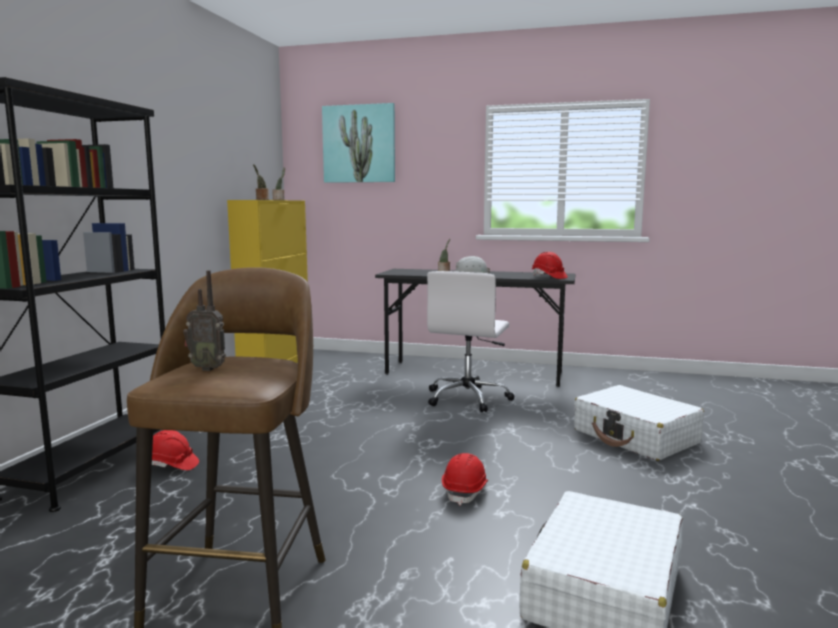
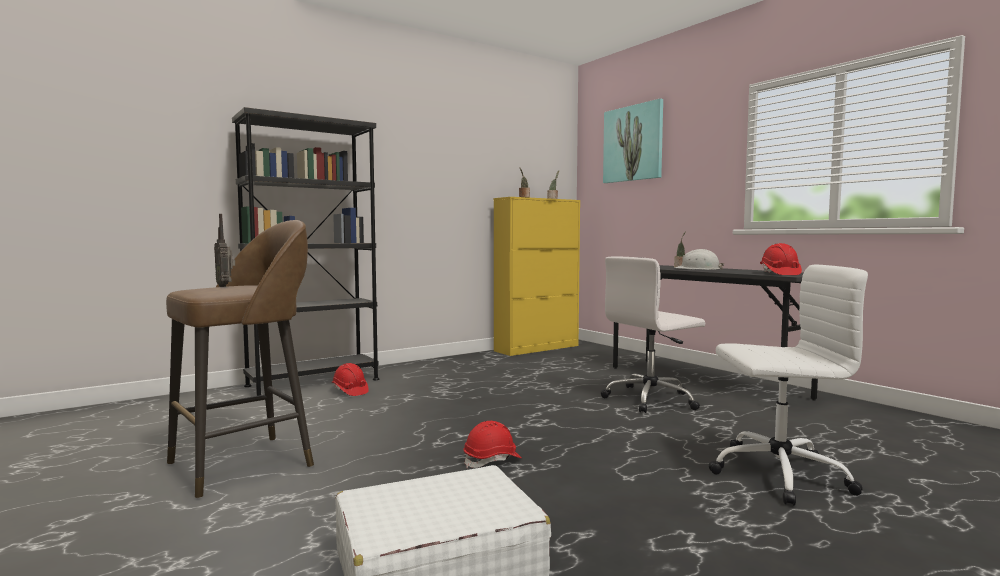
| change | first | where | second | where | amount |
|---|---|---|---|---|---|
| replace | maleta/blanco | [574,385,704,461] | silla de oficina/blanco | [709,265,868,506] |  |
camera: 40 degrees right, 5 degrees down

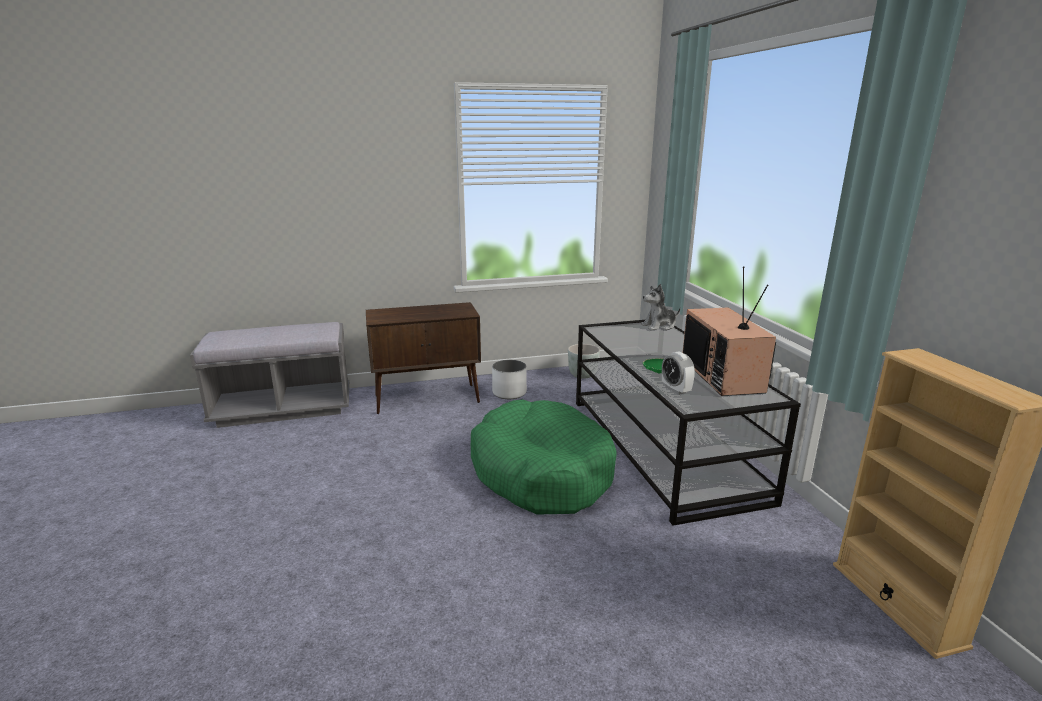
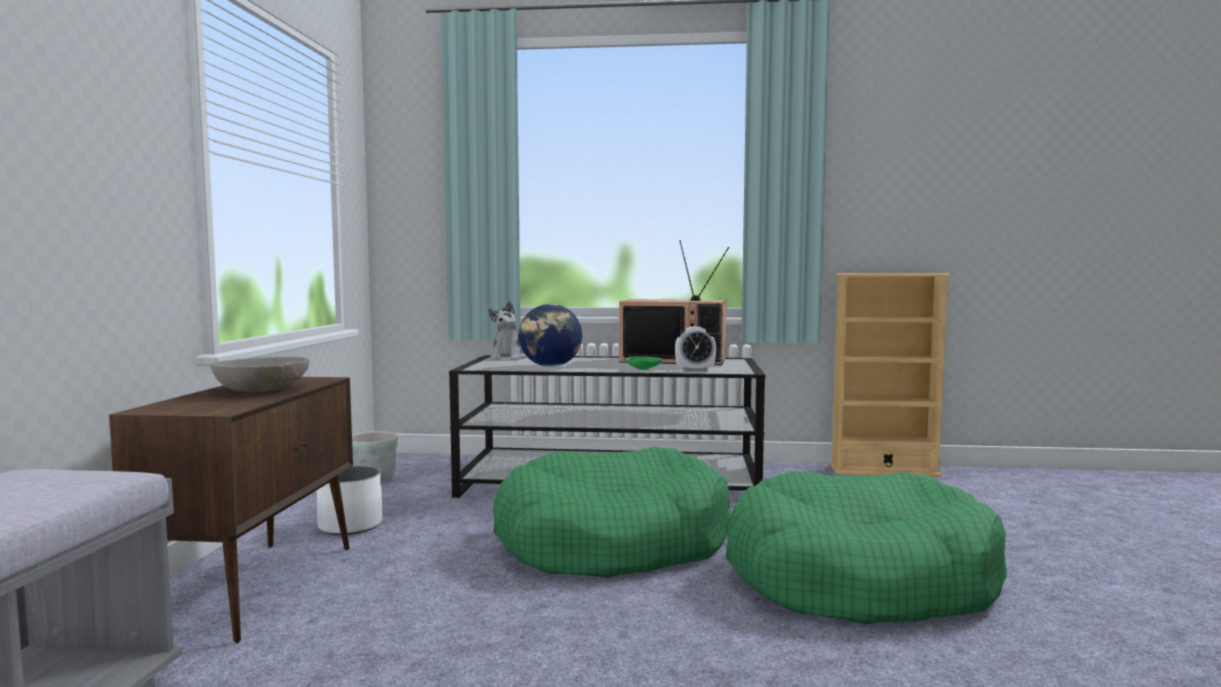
| change | first | where | second | where | amount |
|---|---|---|---|---|---|
| insert |  |  | globo terráqueo | [519,304,582,367] |  |
| insert |  |  | cuenco/gris | [211,357,310,392] |  |
| insert |  |  | cama para perro/verde | [725,471,1007,624] |  |
camera: 70 degrees left, 15 degrees down

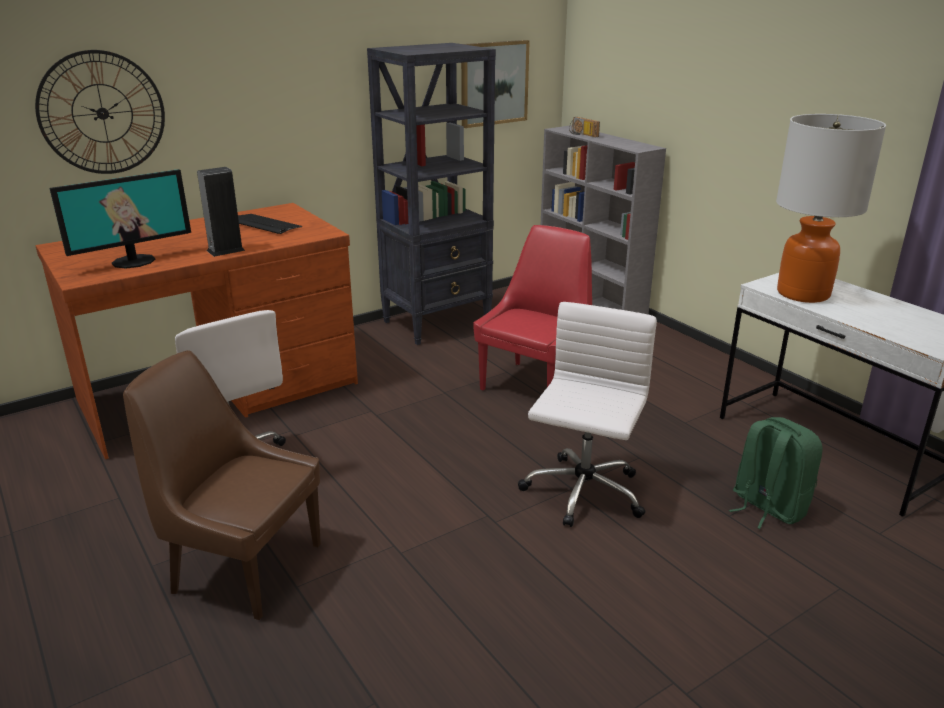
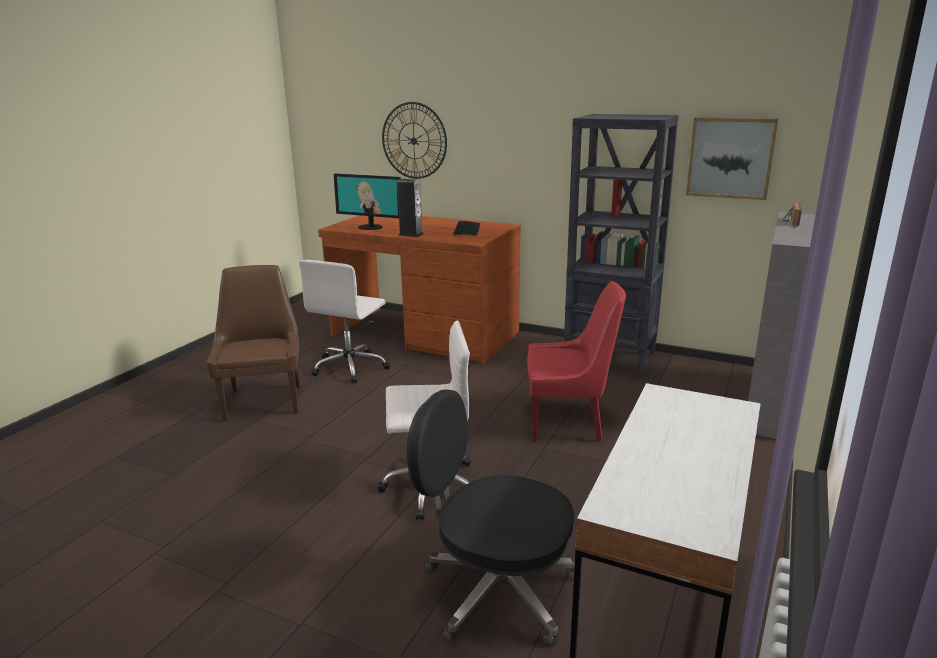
| change | first | where | second | where | amount |
|---|---|---|---|---|---|
| delete | lámpara de mesa | [776,114,886,303] |  |  |  |
| replace | mochila/verde | [729,417,823,529] | silla de oficina/negro | [407,390,575,646] |  |
camera: 60 degrees right, 5 degrees down

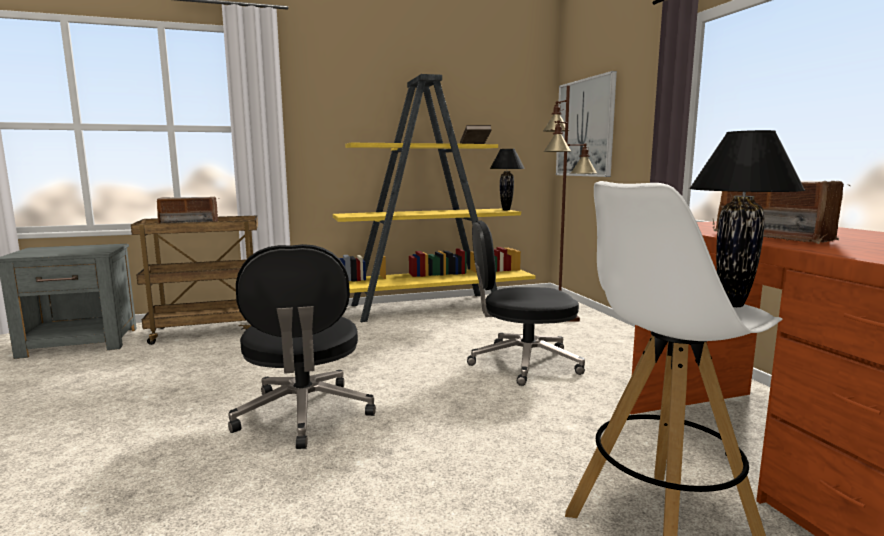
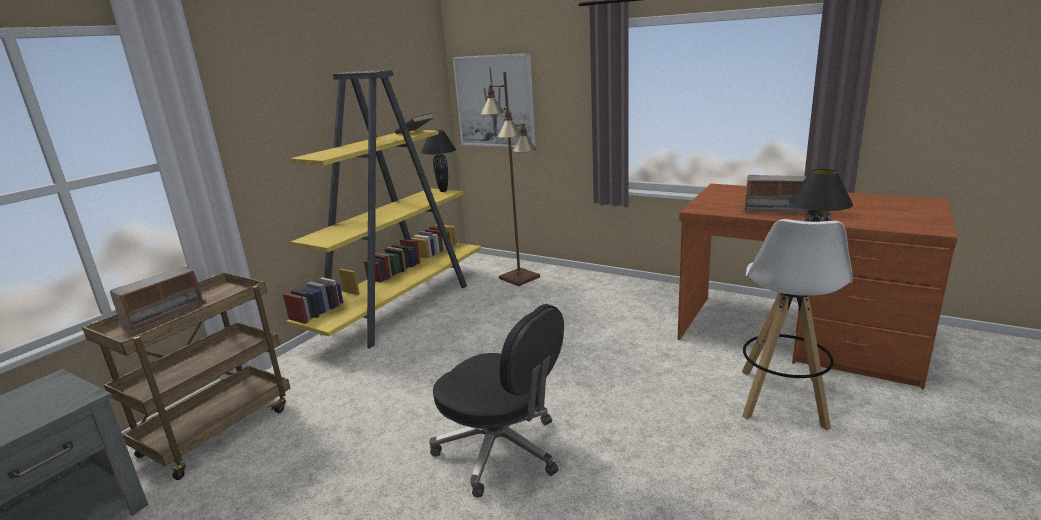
| change | first | where | second | where | amount |
|---|---|---|---|---|---|
| delete | silla de oficina/negro | [467,220,585,386] |  |  |  |
camera: 40 degrees left, 10 degrees up

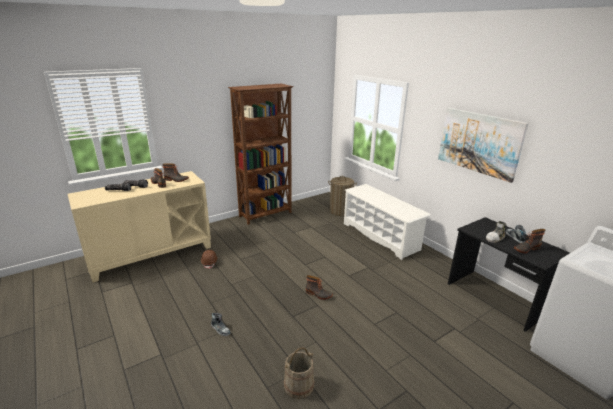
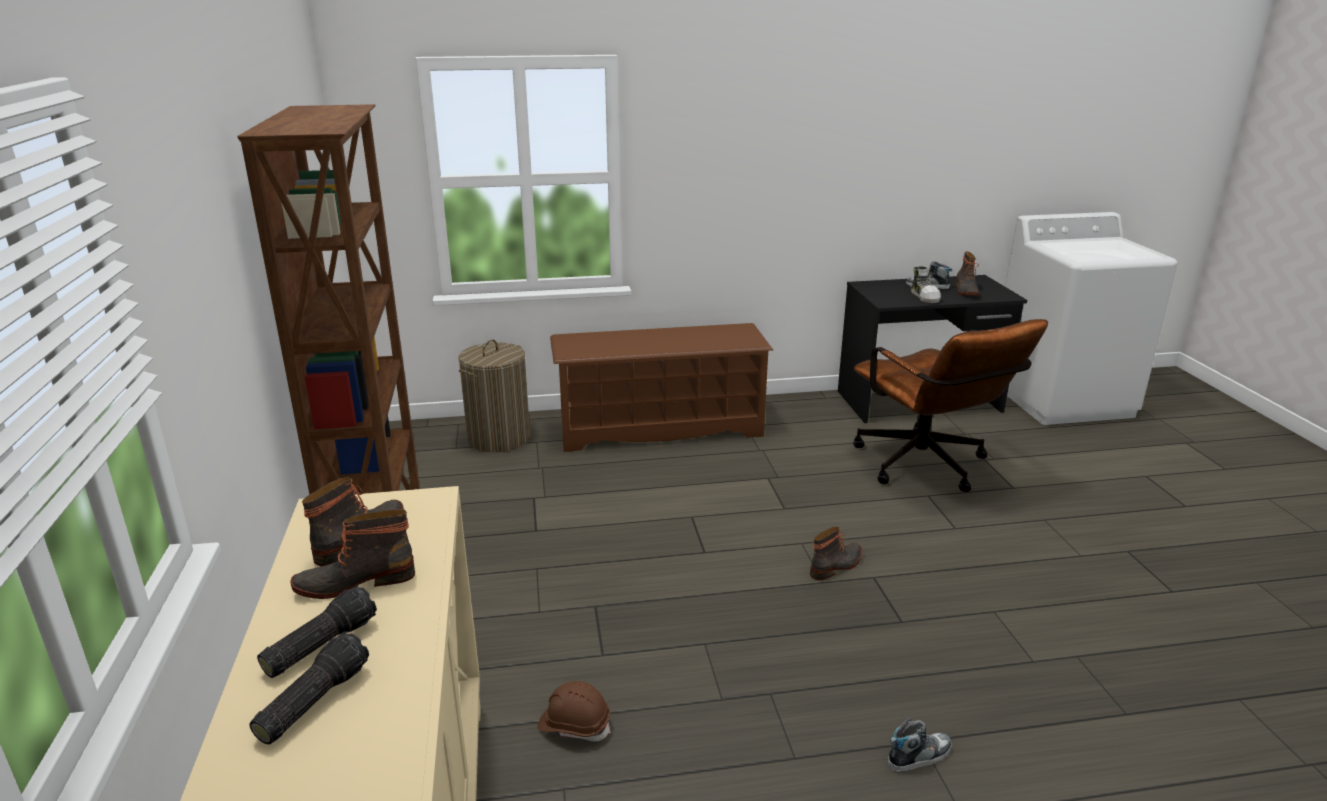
| change | first | where | second | where | amount |
|---|---|---|---|---|---|
| delete | cuadro | [438,108,529,183] |  |  |  |
| recolor | zapatero/blanco | [344,184,431,260] | zapatero/marrón | [550,323,773,452] |  |
| delete | cubo/beis | [284,348,314,399] |  |  |  |
| insert |  |  | silla de oficina/marrón | [853,319,1048,492] |  |
camera: 65 degrees left, 0 degrees up

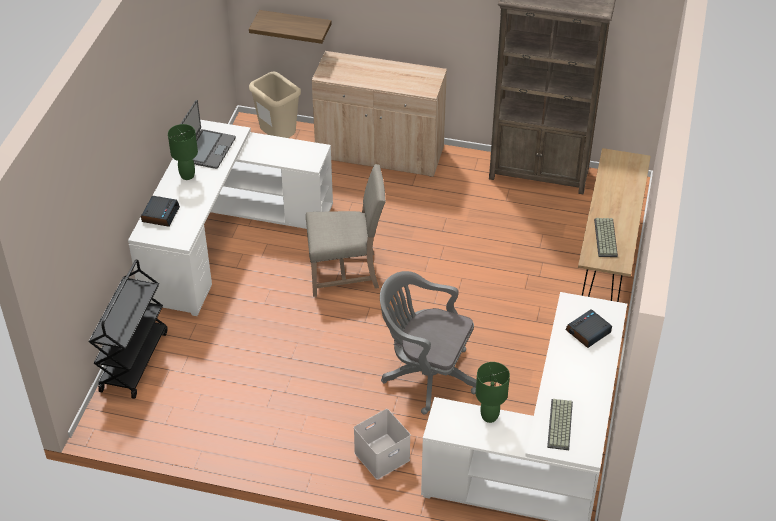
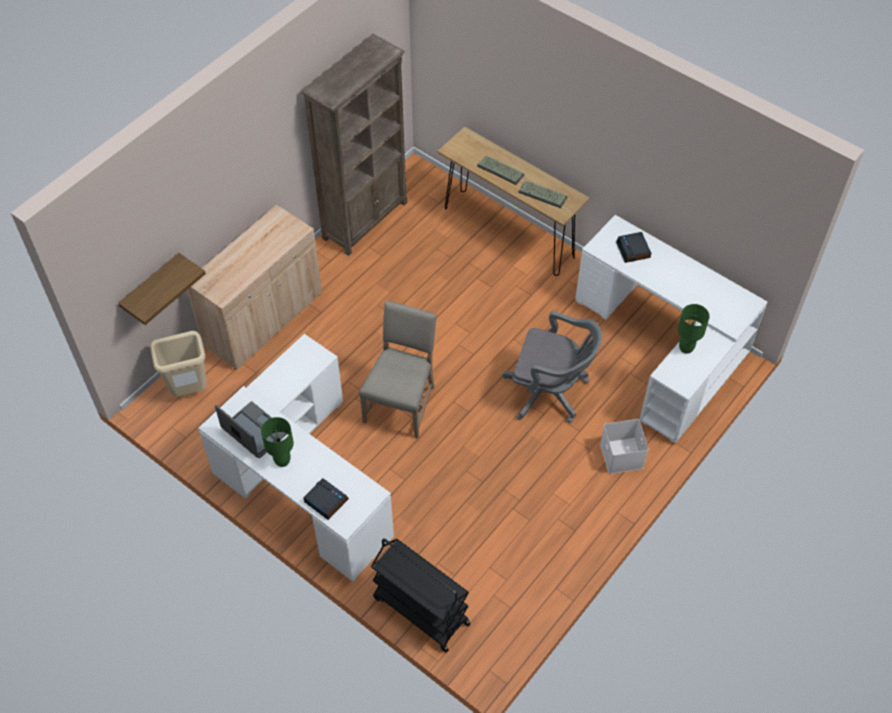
| change | first | where | second | where | amount |
|---|---|---|---|---|---|
| rotate | silla de oficina/gris | [380,271,477,414] |  | [502,311,602,423] | 120 degrees counterclockwise |
| move | teclado | [547,399,573,450] |  | [477,155,525,185] |  |
camera: 65 degrees left, 10 degrees up

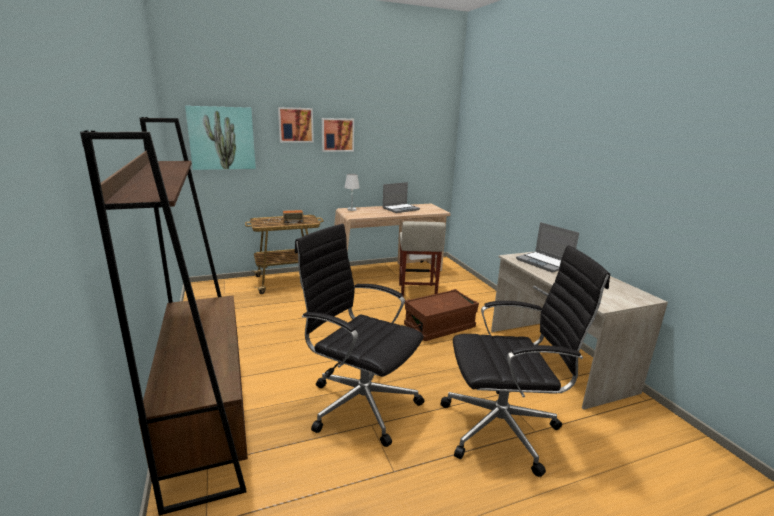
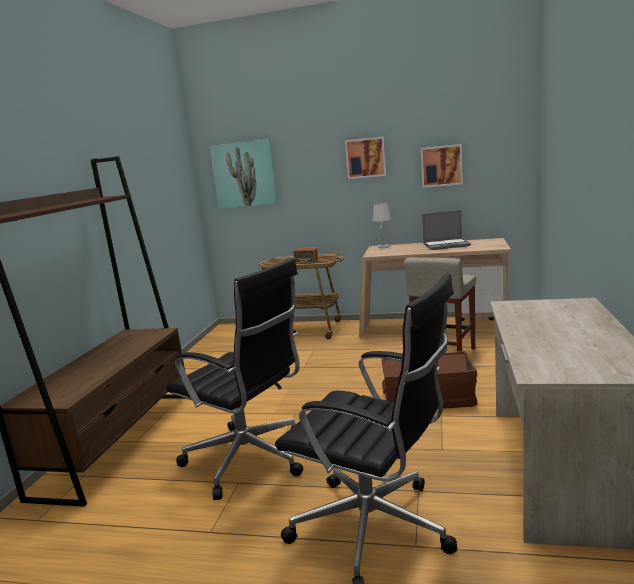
| change | first | where | second | where | amount |
|---|---|---|---|---|---|
| move | cuadro | [278,107,314,142] |  | [421,144,463,188] |  |
| delete | portátil | [516,222,579,273] |  |  |  |
| rotate | silla de oficina/negro | [295,224,425,447] |  | [166,258,303,500] | 150 degrees clockwise |
camera: 35 degrees right, 5 degrees down

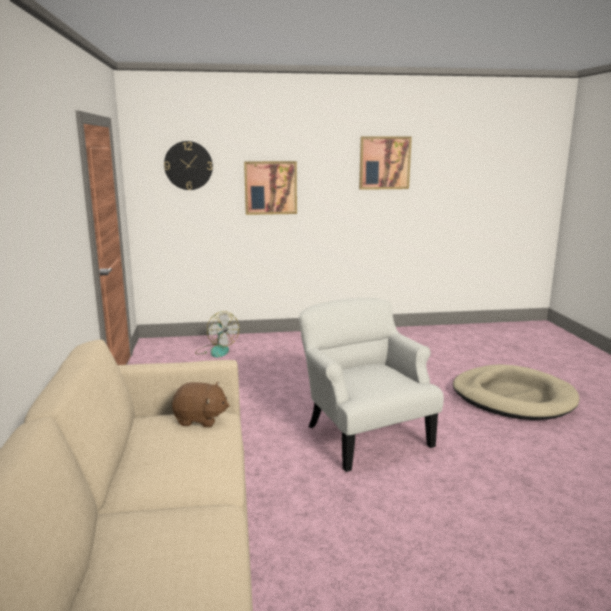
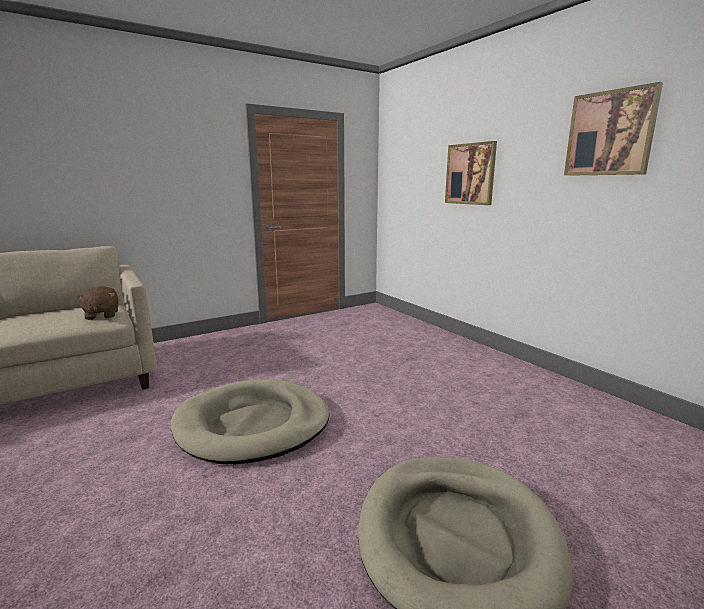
| change | first | where | second | where | amount |
|---|---|---|---|---|---|
| delete | reloj de pared | [164,141,213,190] |  |  |  |
| replace | sillón/blanco | [299,298,444,472] | cama para perro/beis | [171,379,329,464] |  |
| delete | ventilador | [195,311,239,357] |  |  |  |
camera: 65 degrees right, 0 degrees up

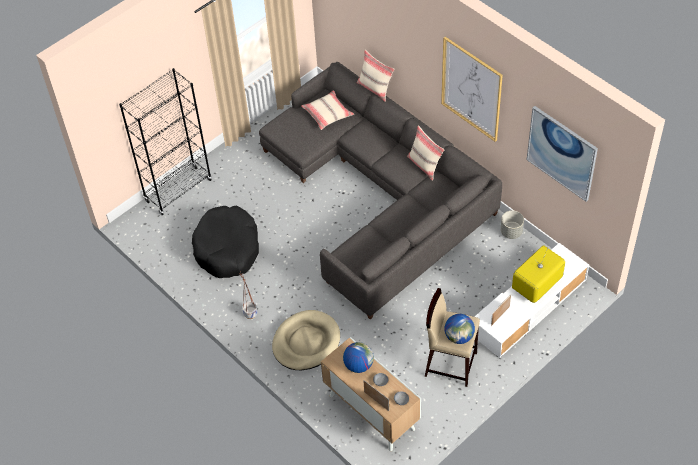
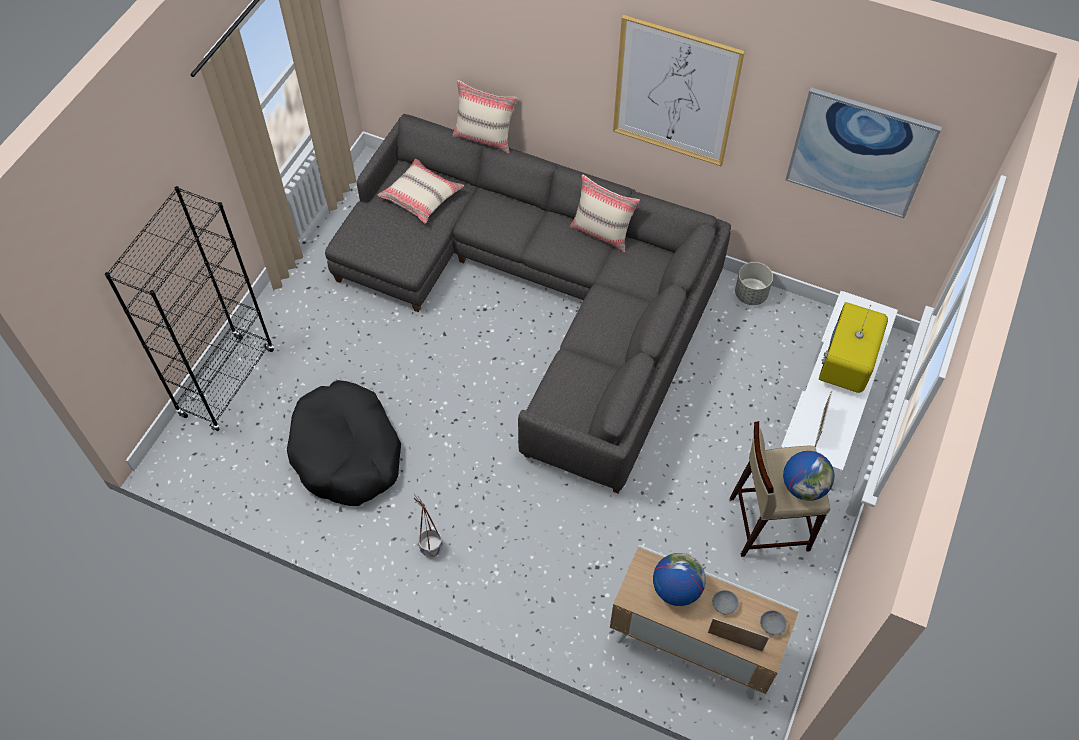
| change | first | where | second | where | amount |
|---|---|---|---|---|---|
| delete | cama para perro/beis | [272,310,340,370] |  |  |  |
camera: 25 degrees left, 5 degrees up

